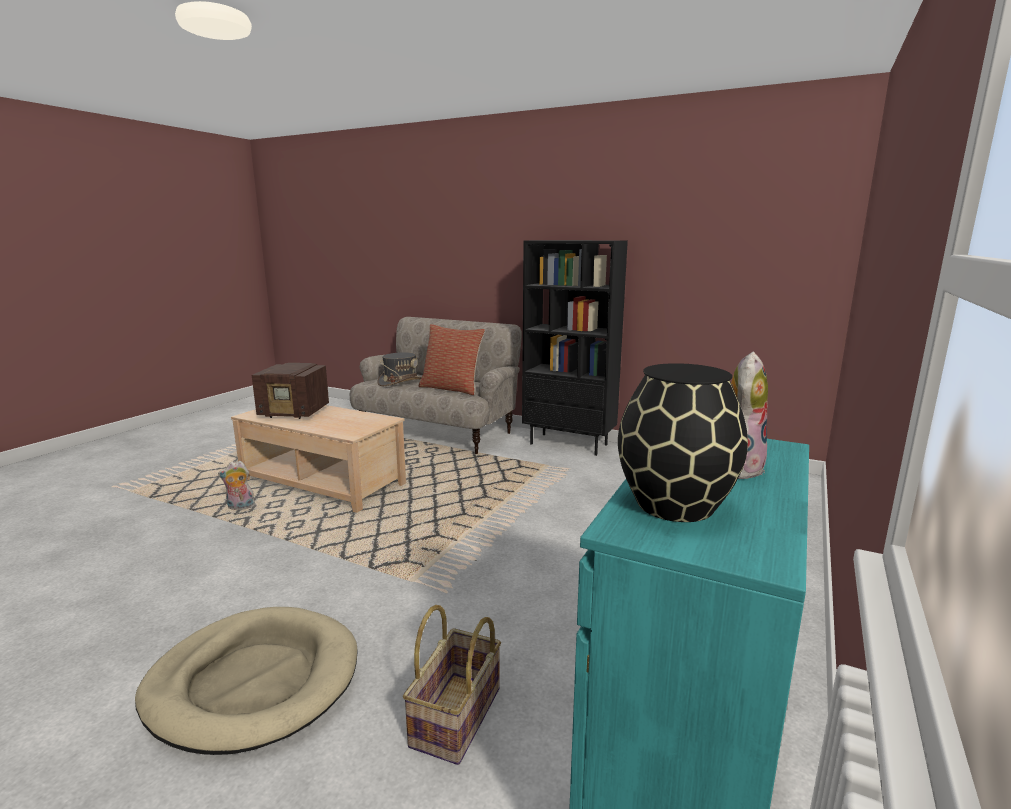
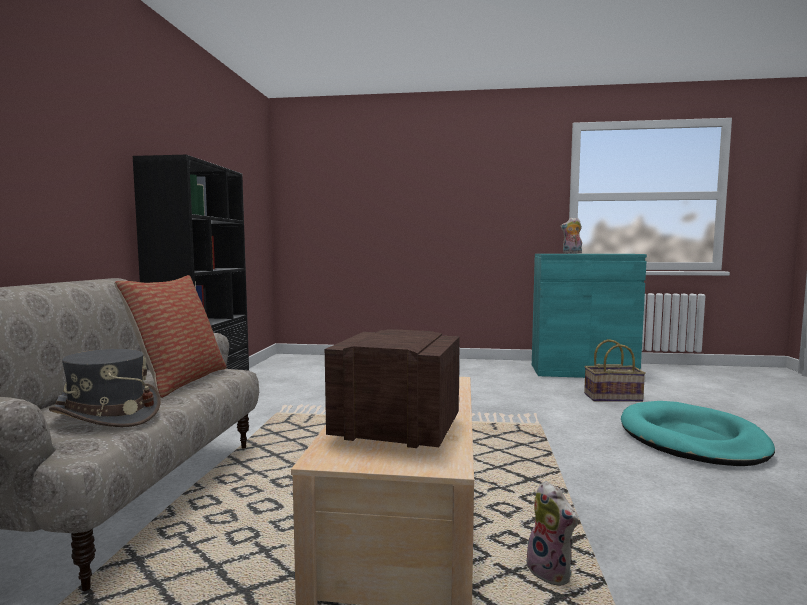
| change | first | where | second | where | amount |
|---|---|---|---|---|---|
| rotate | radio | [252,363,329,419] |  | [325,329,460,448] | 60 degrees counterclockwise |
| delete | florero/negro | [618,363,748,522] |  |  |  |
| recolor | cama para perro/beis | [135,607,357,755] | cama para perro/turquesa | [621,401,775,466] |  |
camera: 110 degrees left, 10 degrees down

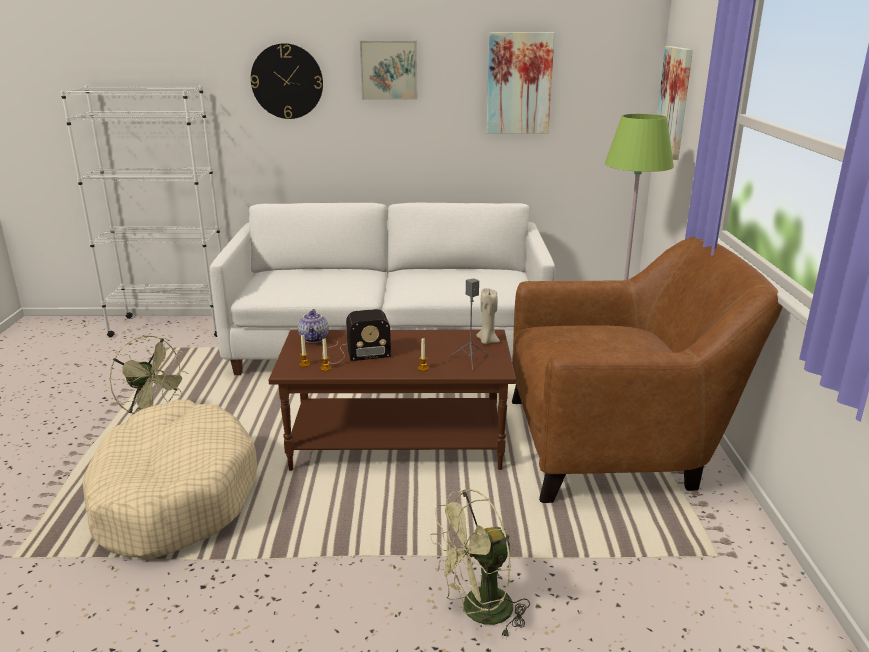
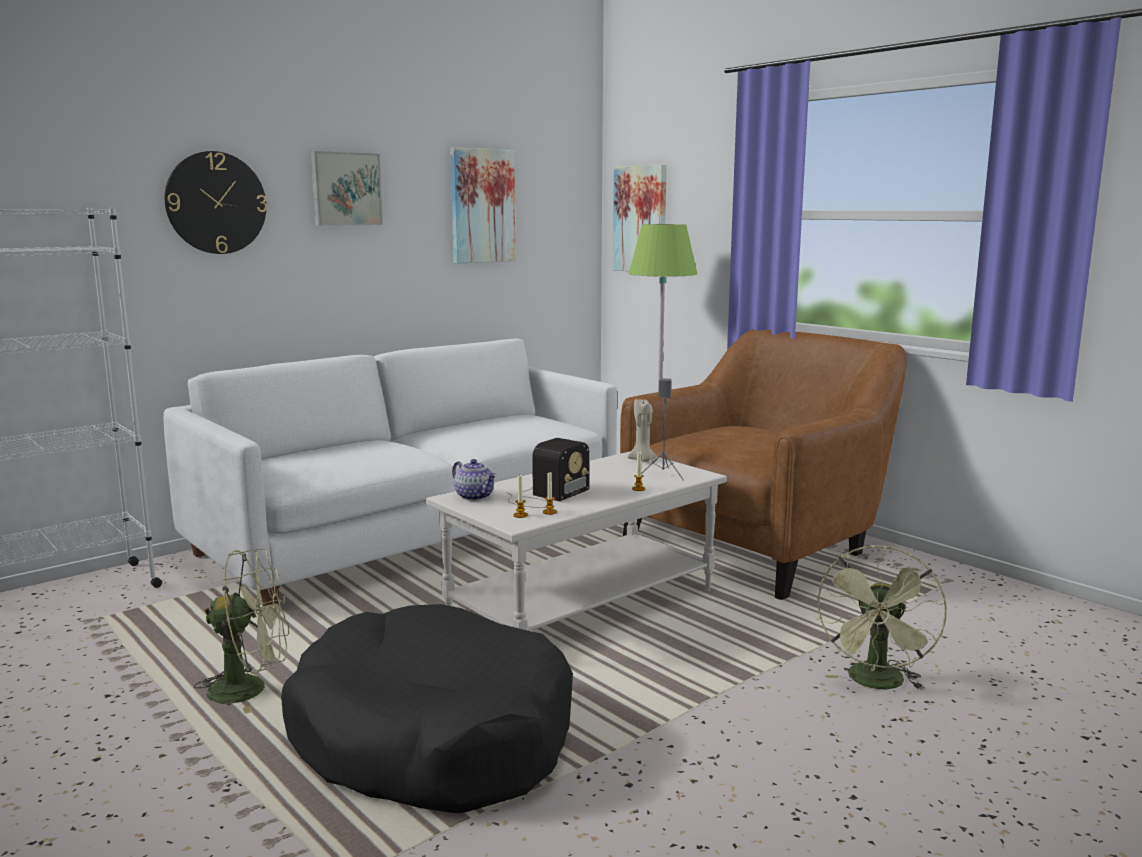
| change | first | where | second | where | amount |
|---|---|---|---|---|---|
| recolor | mesa de centro/marrón | [269,330,516,471] | mesa de centro/blanco | [426,451,727,631] |  |
| recolor | cama para perro/beis | [83,400,257,559] | cama para perro/negro | [281,604,573,813] |  |
camera: 40 degrees left, 10 degrees down

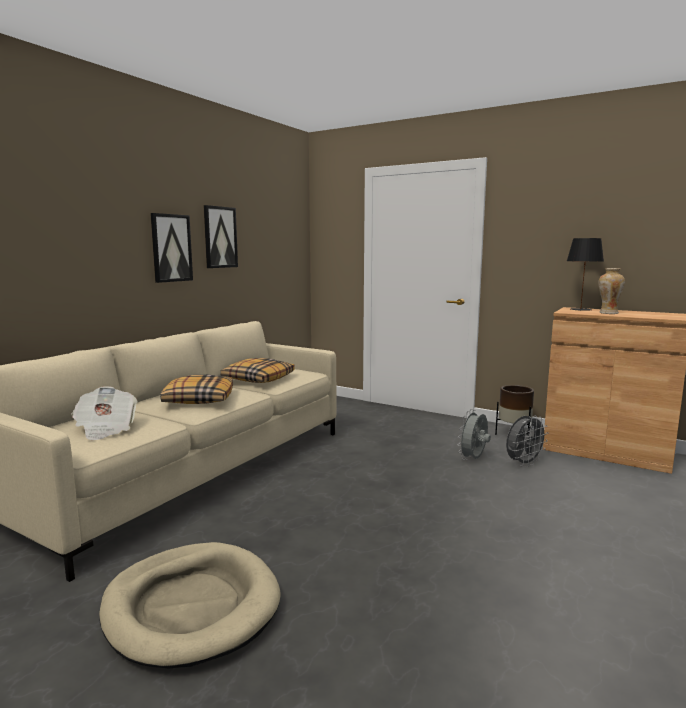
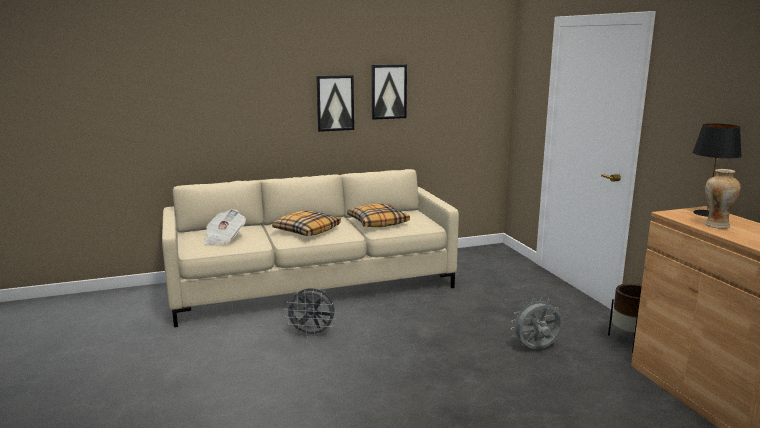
| change | first | where | second | where | amount |
|---|---|---|---|---|---|
| move | ventilador/gris | [506,415,548,467] |  | [284,288,336,338] |  |
| delete | cama para perro/beis | [99,542,281,668] |  |  |  |
camera: 40 degrees right, 5 degrees up

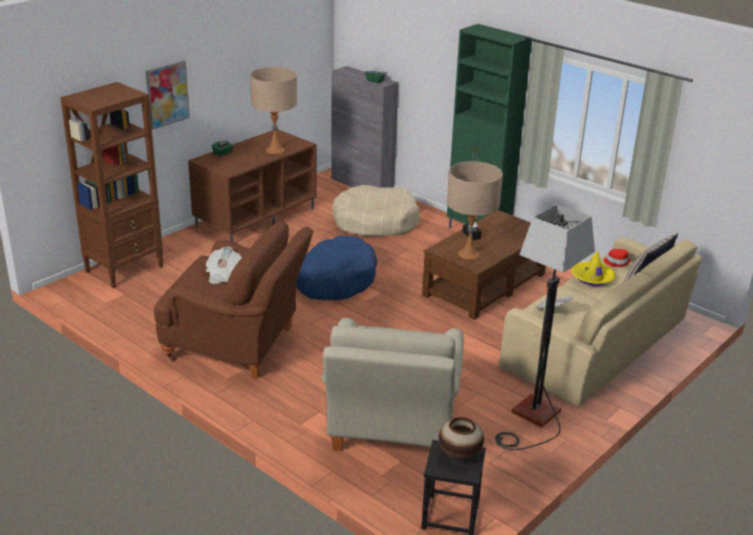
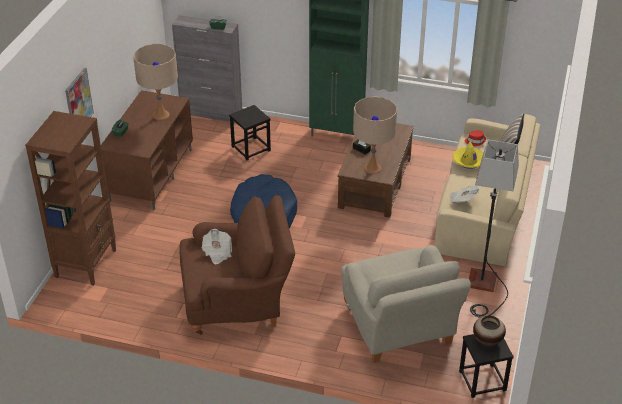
| change | first | where | second | where | amount |
|---|---|---|---|---|---|
| replace | cama para perro/beis | [332,185,420,237] | taburete/negro | [229,105,271,161] |  |
camera: 25 degrees left, 10 degrees up

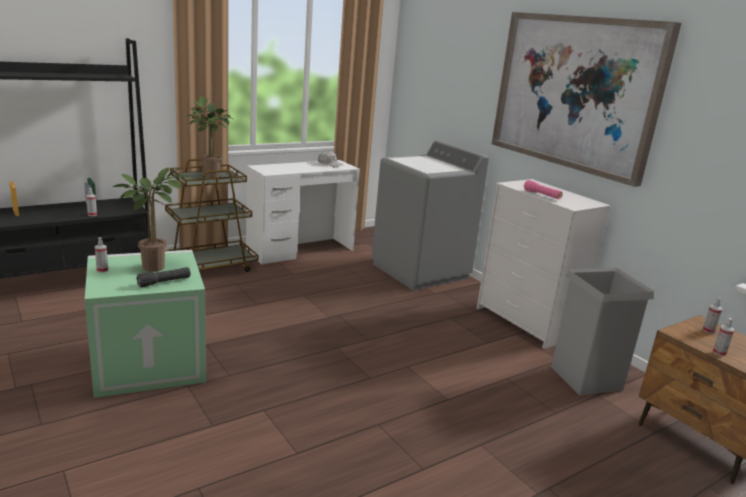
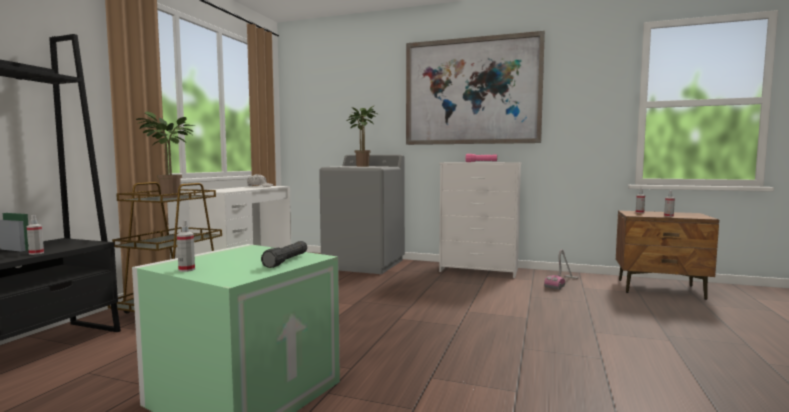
| change | first | where | second | where | amount |
|---|---|---|---|---|---|
| move | planta en maceta | [113,168,190,272] |  | [346,106,379,167] |  |
| replace | papelera/gris | [551,268,654,395] | aspiradora | [544,249,579,290] |  |
camera: 35 degrees left, 15 degrees down

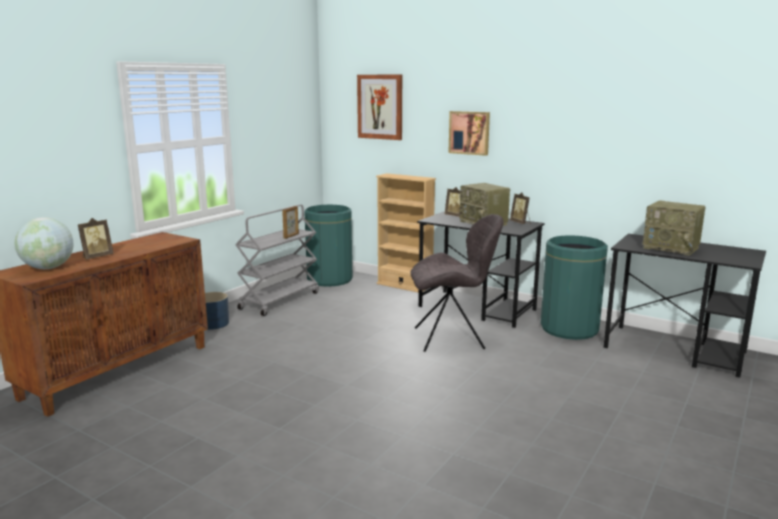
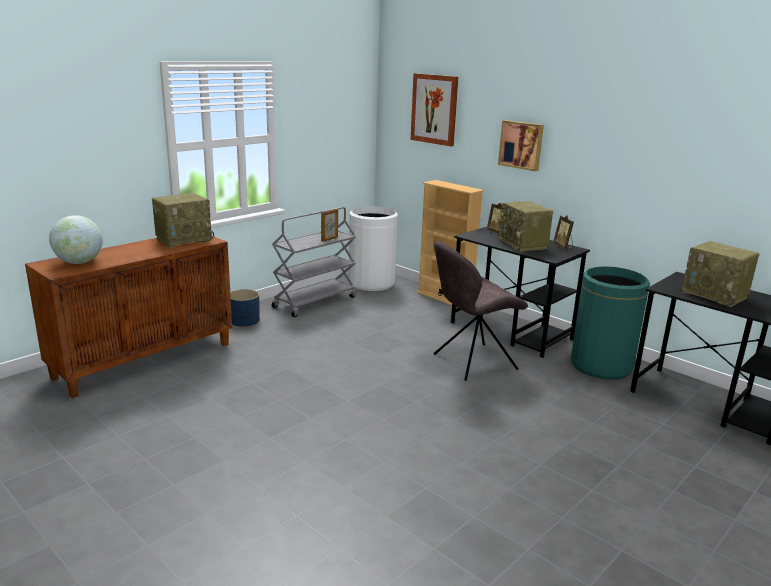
| change | first | where | second | where | amount |
|---|---|---|---|---|---|
| recolor | papelera/verde | [304,205,353,287] | papelera/blanco | [349,206,398,291] |  |
| rotate | silla/gris | [411,214,504,352] |  | [434,241,528,381] | 150 degrees clockwise |
| delete | portarretratos | [78,218,114,260] |  |  |  |
| insert |  |  | radio | [152,193,214,248] |  |
camera: 10 degrees right, 5 degrees up

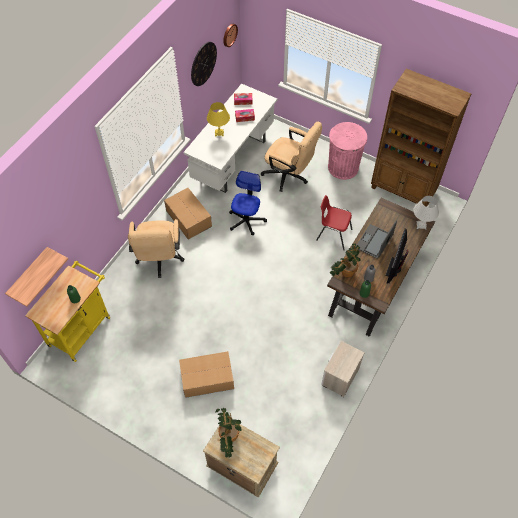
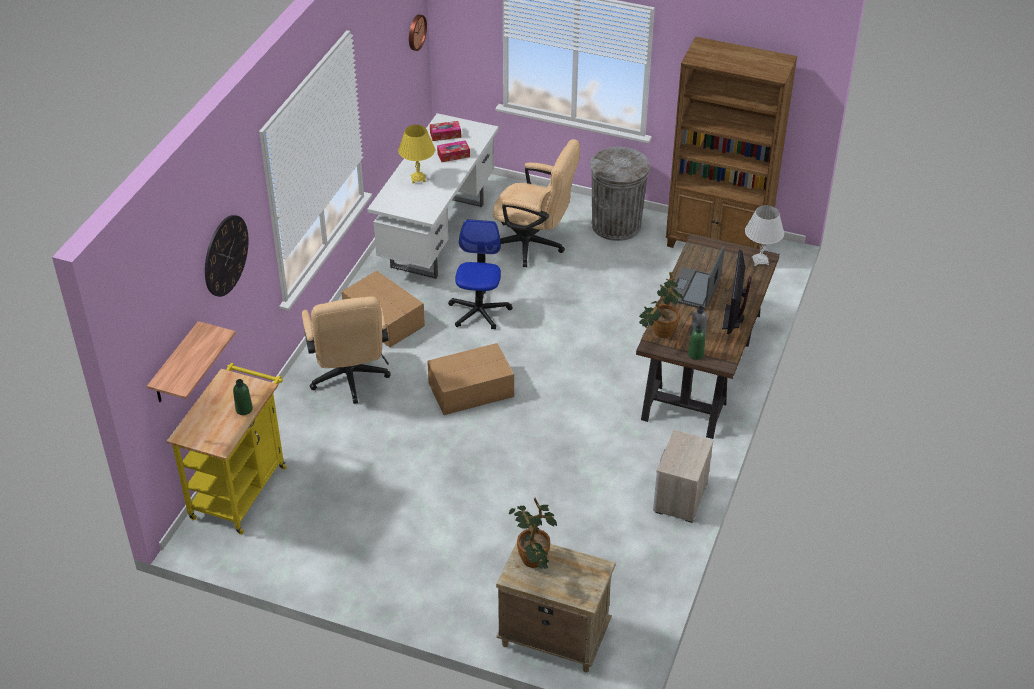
| change | first | where | second | where | amount |
|---|---|---|---|---|---|
| move | reloj de pared | [191,42,217,86] |  | [205,215,249,297] |  |
| recolor | papelera/rosa | [328,122,367,180] | papelera/gris | [590,147,650,241] |  |
| delete | silla/rojo | [316,195,352,250] |  |  |  |
| move | caja de cartón | [179,351,234,398] |  | [427,343,514,415] |  |
camera: 10 degrees left, 15 degrees down

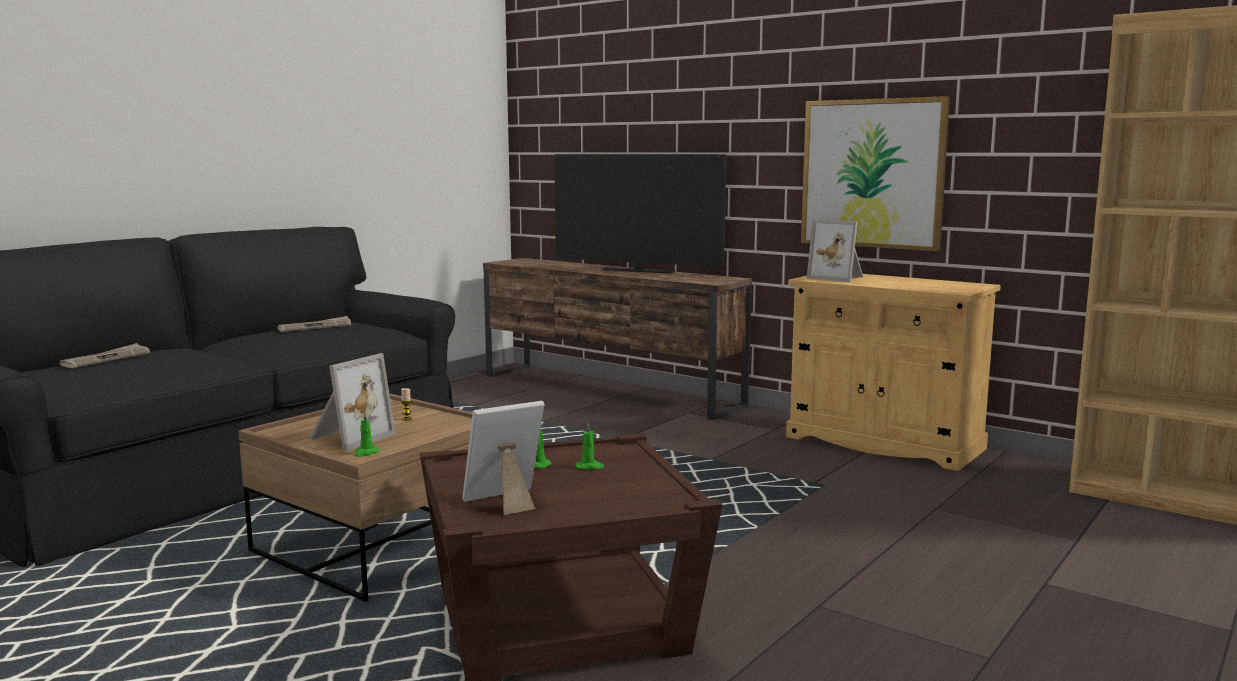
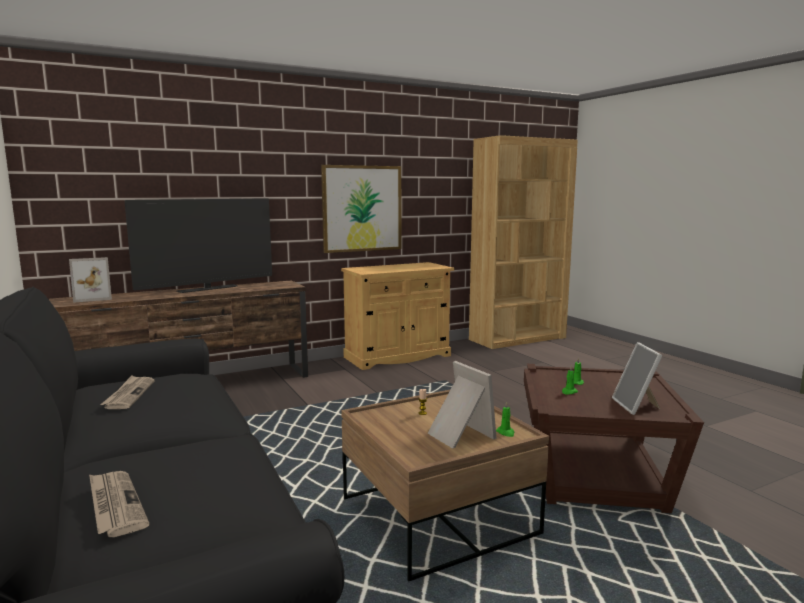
| change | first | where | second | where | amount |
|---|---|---|---|---|---|
| move | portarretratos | [807,219,863,282] |  | [69,257,112,303] |  |
camera: 65 degrees left, 0 degrees up

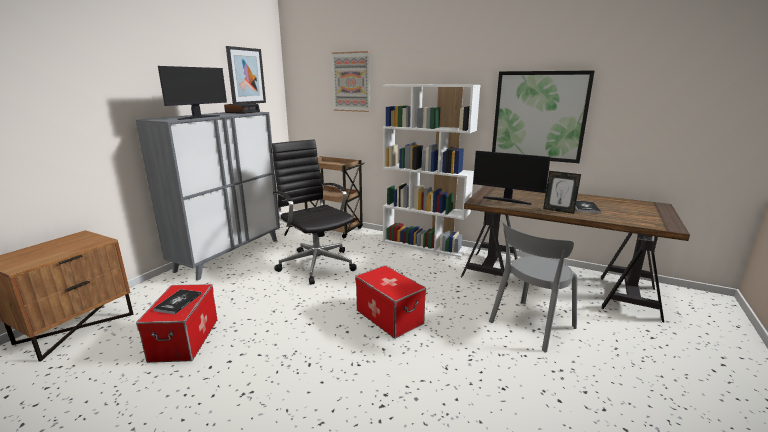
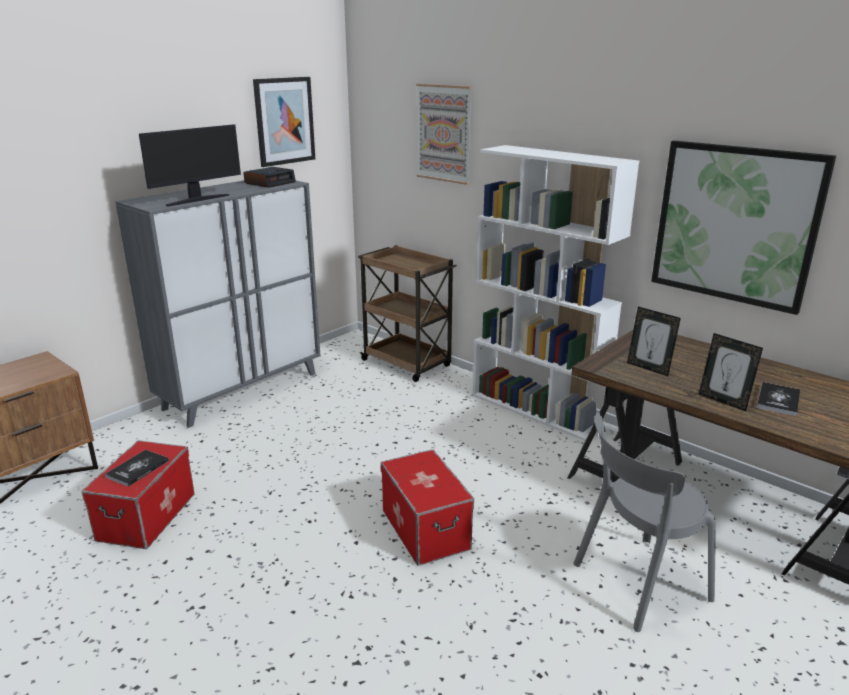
| change | first | where | second | where | amount |
|---|---|---|---|---|---|
| delete | silla de oficina/negro | [271,139,357,285] |  |  |  |
| replace | monitor | [473,151,550,205] | portarretratos | [627,307,681,376] |  |
camera: 15 degrees right, 5 degrees up

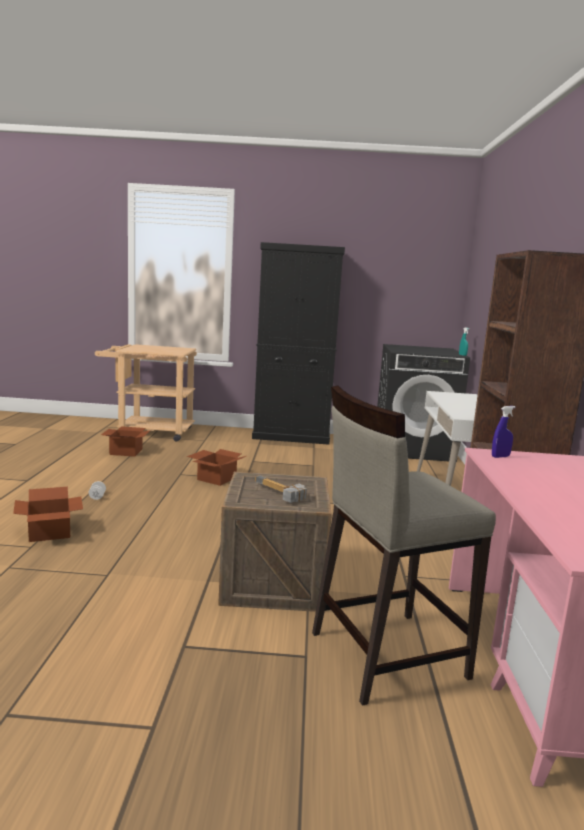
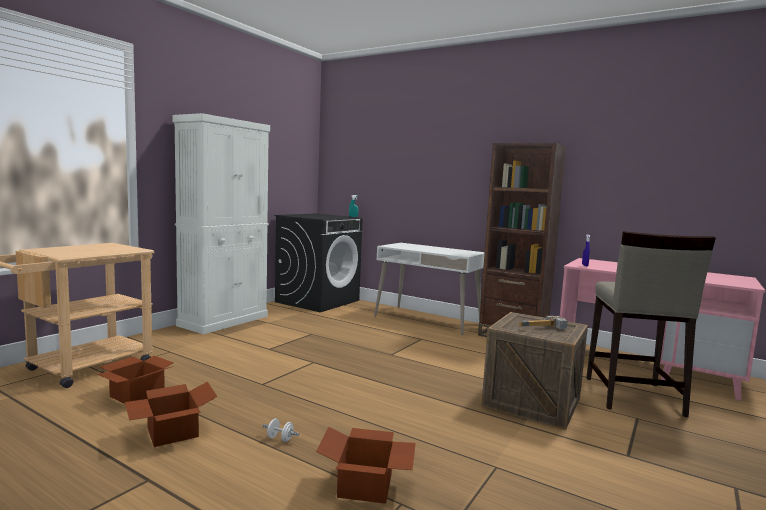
| change | first | where | second | where | amount |
|---|---|---|---|---|---|
| recolor | armario/negro | [252,242,345,445] | armario/blanco | [172,113,270,334] |  |
| move | caja de cartón | [187,449,246,486] |  | [125,382,218,447] |  |
camera: 60 degrees left, 5 degrees down

